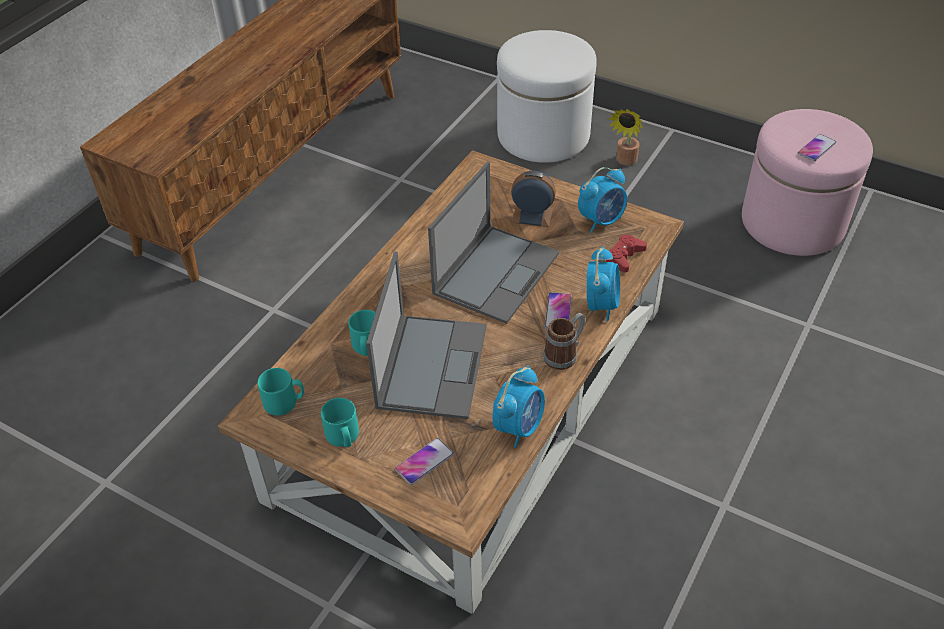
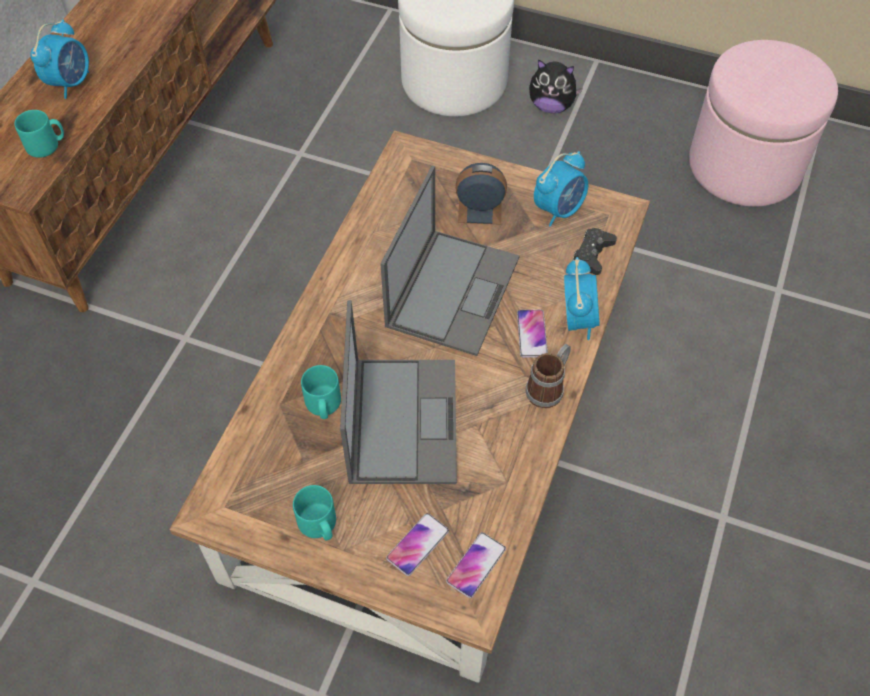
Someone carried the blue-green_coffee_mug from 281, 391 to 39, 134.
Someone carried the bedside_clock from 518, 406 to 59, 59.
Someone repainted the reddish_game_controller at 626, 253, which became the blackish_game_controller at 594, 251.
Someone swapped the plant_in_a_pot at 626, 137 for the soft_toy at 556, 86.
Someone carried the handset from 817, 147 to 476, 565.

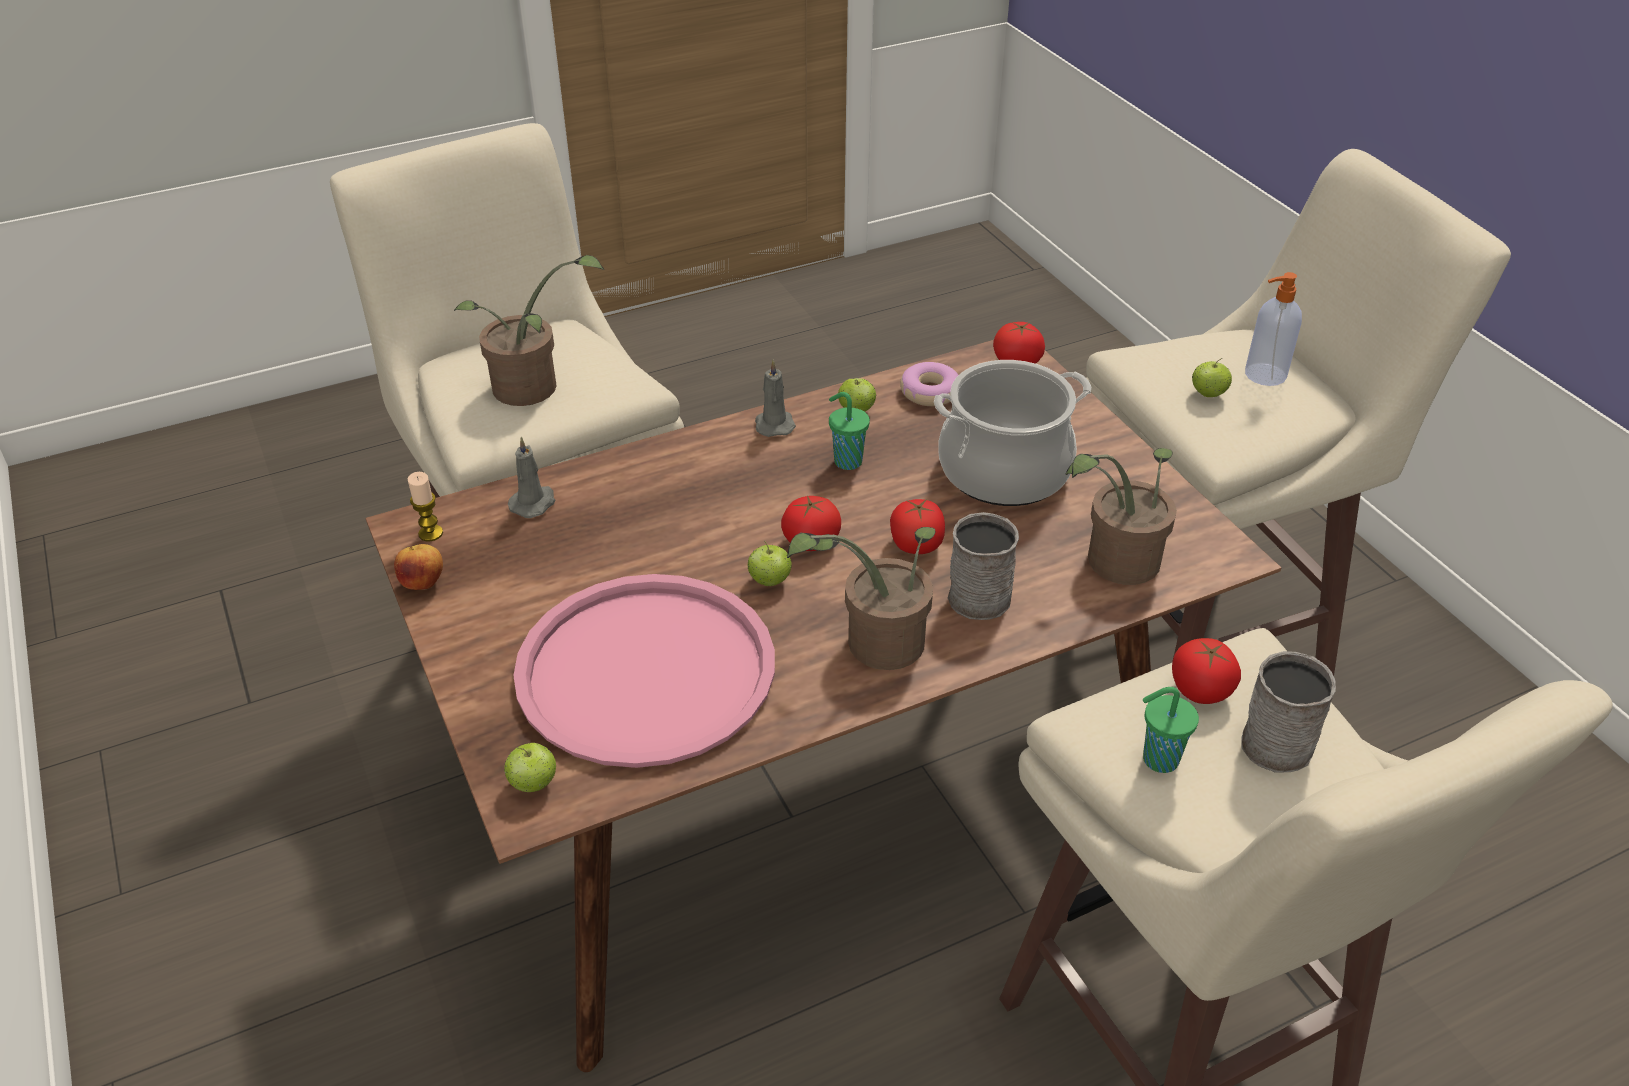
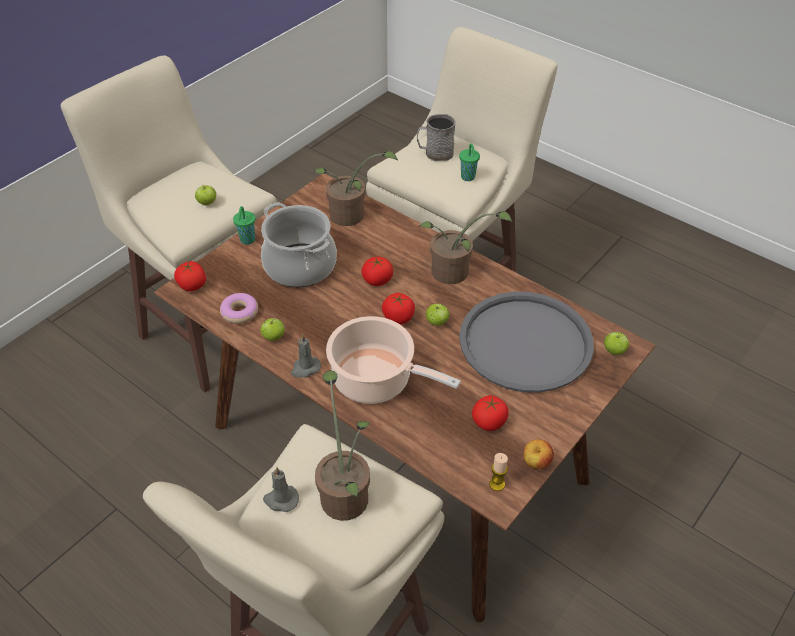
Someone carried the greyish_wax_light from 531, 477 to 281, 489.
Someone repainted the pink_tray at 644, 671, which became the greyish_tray at 526, 342.
Someone carried the green-coloured_cup from 849, 431 to 244, 225.
Someone took away the greyish_coffee_mug at 983, 566.
Someone carried the fresh_tomato from 1206, 671 to 490, 413.
Someone took away the soap_dispenser at 1273, 329.
Someone put down the cooking_pot at 393, 360.

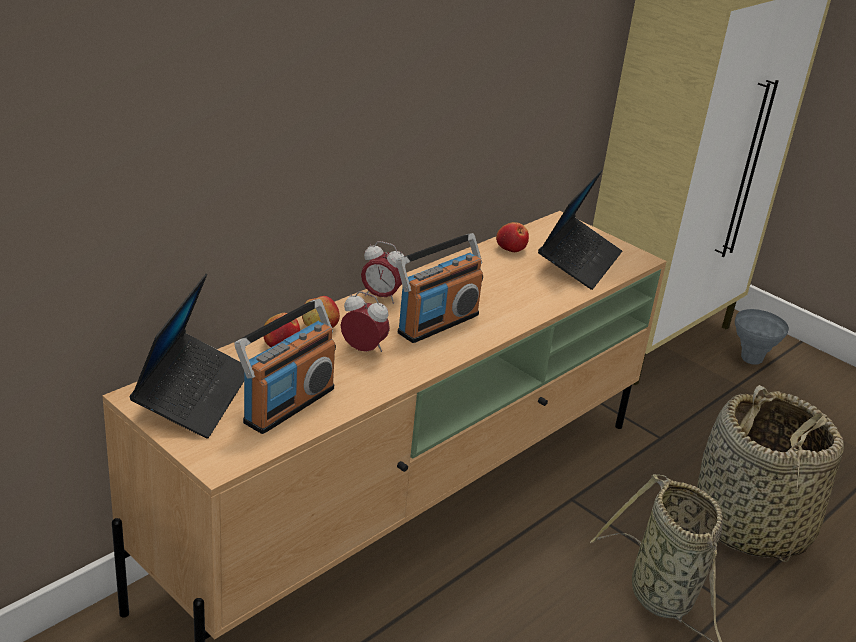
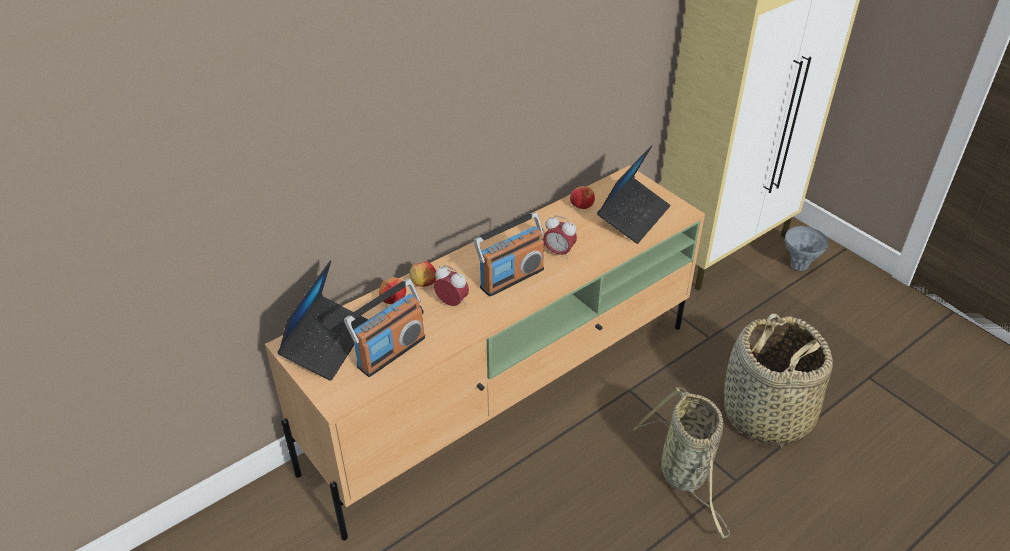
Someone carried the bedside_clock from 382, 272 to 560, 237.

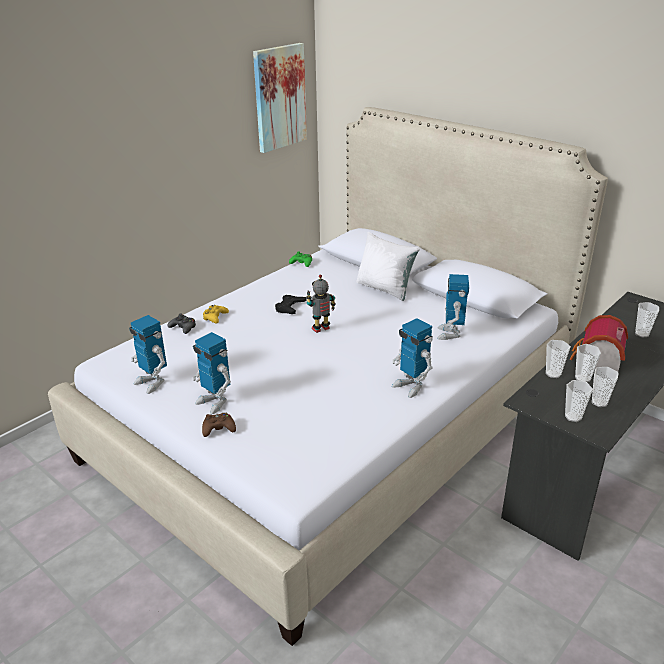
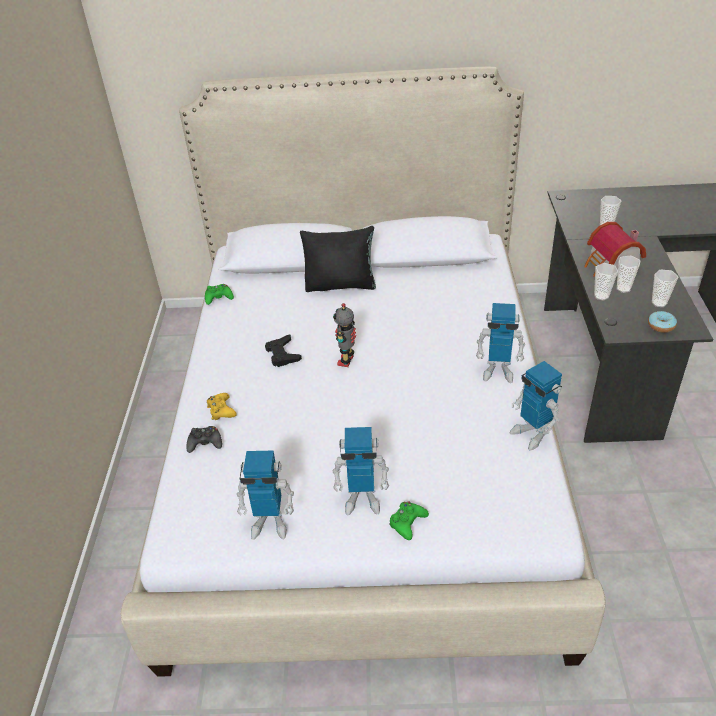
Someone repainted the brownish_game_controller at 219, 425, which became the green-coloured_game_controller at 409, 520.
Someone took away the wall_picture at 280, 98.
Someone repainted the white_throw_pillow at 388, 266, which became the blackish_throw_pillow at 338, 259.
Someone carried the toy_robot from 453, 307 to 535, 405.
Someone swapped the cup at 579, 401 for the ring_doughnut at 662, 322.

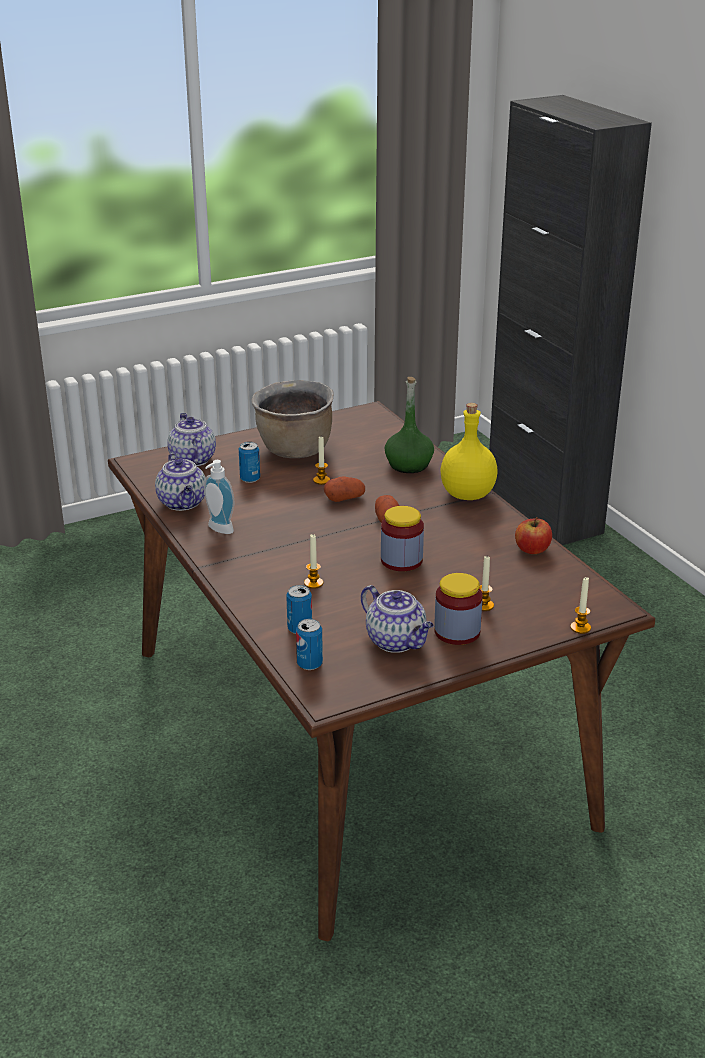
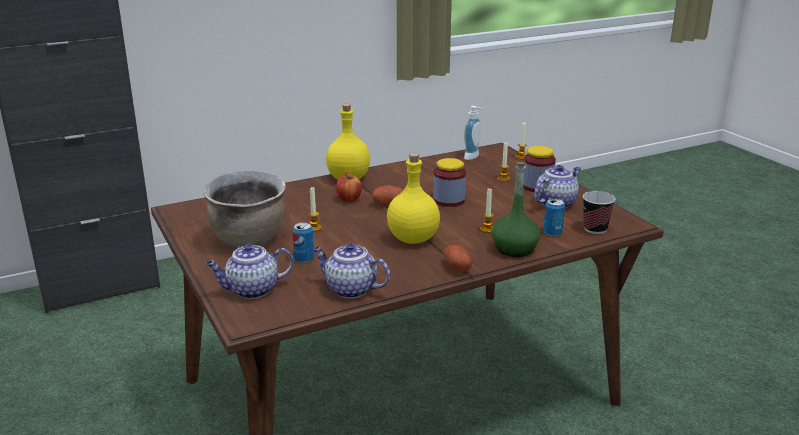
Someone rotated the teapot at 180, 482 by 135 degrees counterclockwise.
Someone carried the soap_dispenser from 219, 497 to 473, 133.
Someone swapped the can at 309, 644 for the cup at 599, 212.
Someone carried the spud from 344, 489 to 458, 258.
Someone carried the green-coloured_drink_bottle from 409, 425 to 516, 209.
Someone carried the whole_apple from 533, 535 to 349, 188.
Someone put down the yellow-coloured_drink_bottle at 413, 198.

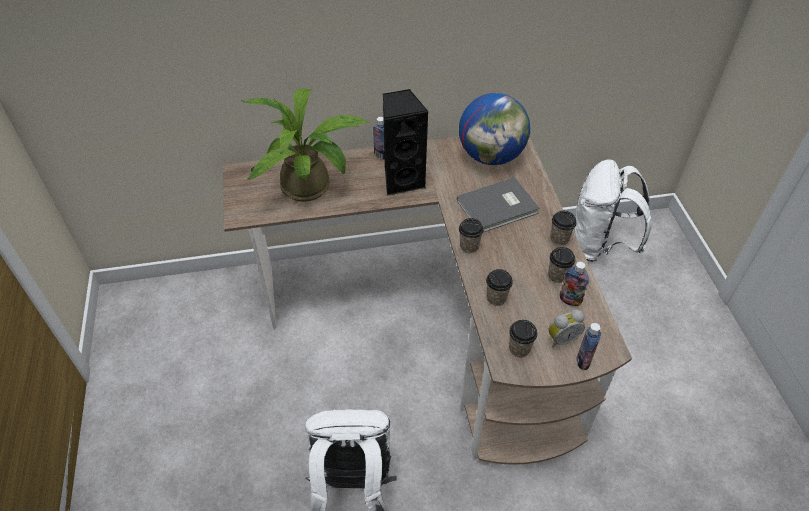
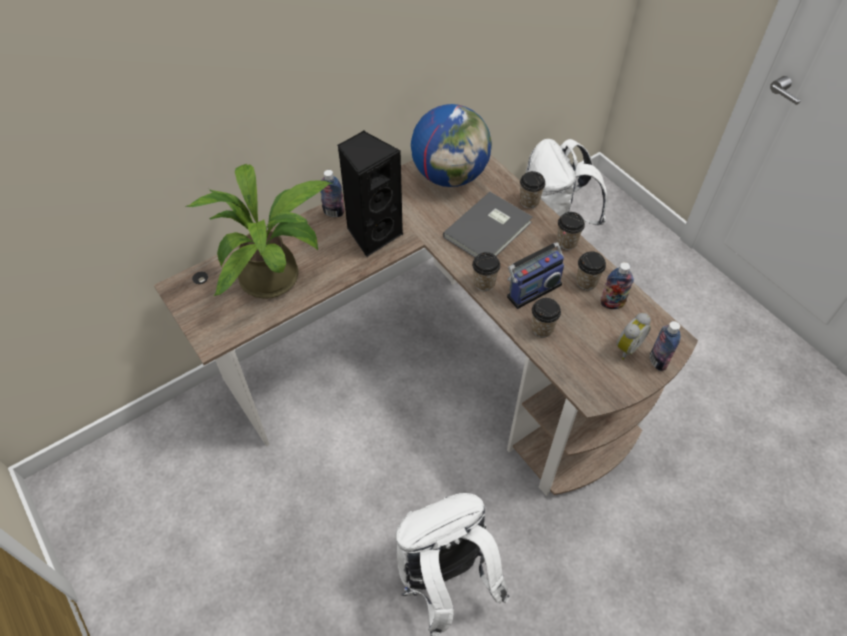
Someone carried the cup from 523, 338 to 533, 190.
Someone put down the radio_set at 536, 270.

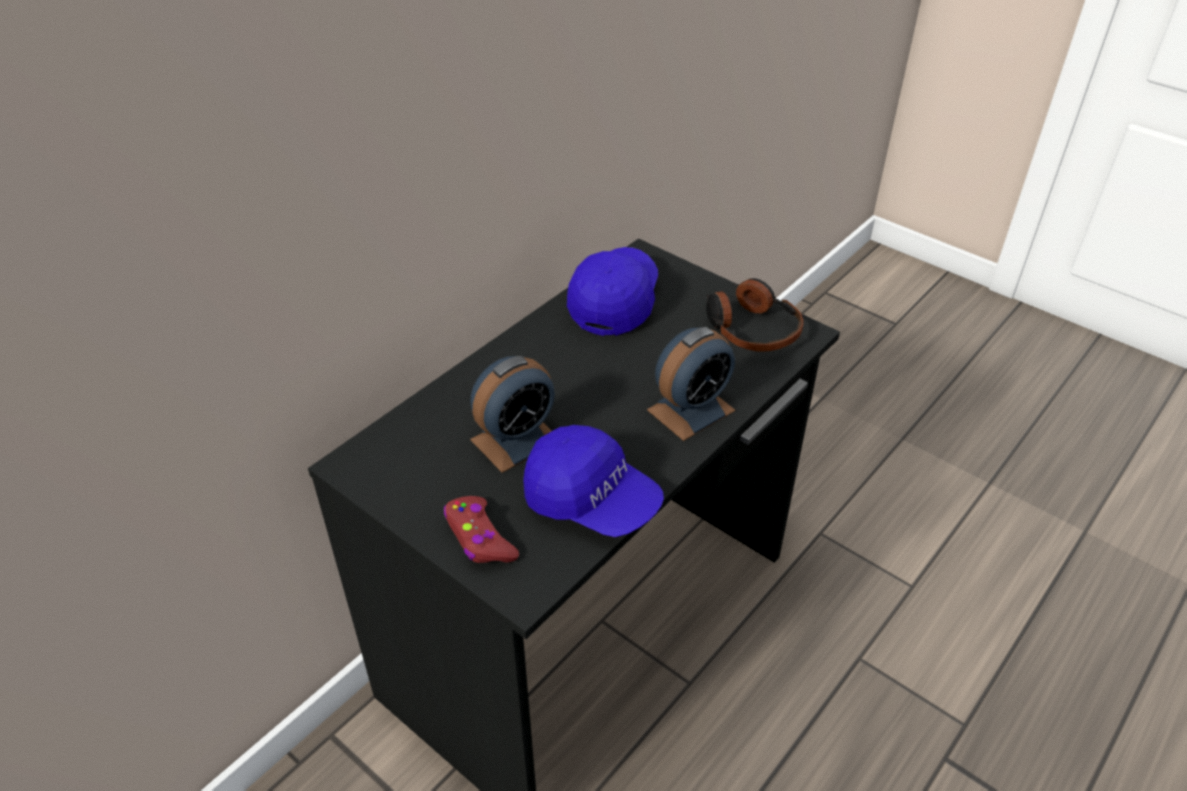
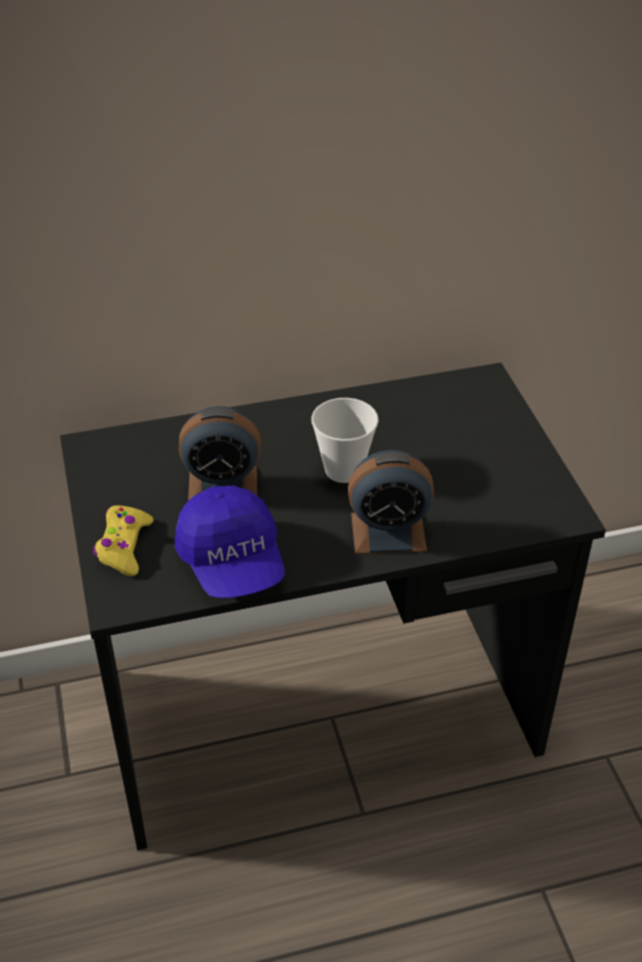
Someone repainted the reddish_game_controller at 481, 529, which became the yellow-coloured_game_controller at 123, 540.
Someone took away the bluish_cap at 612, 291.
Someone took away the headphones at 754, 315.
Someone put down the cup at 345, 440.

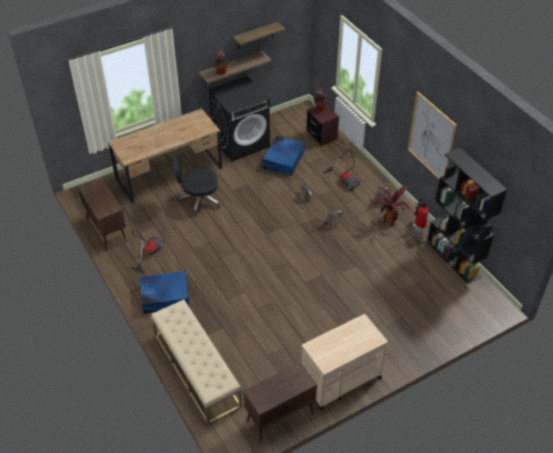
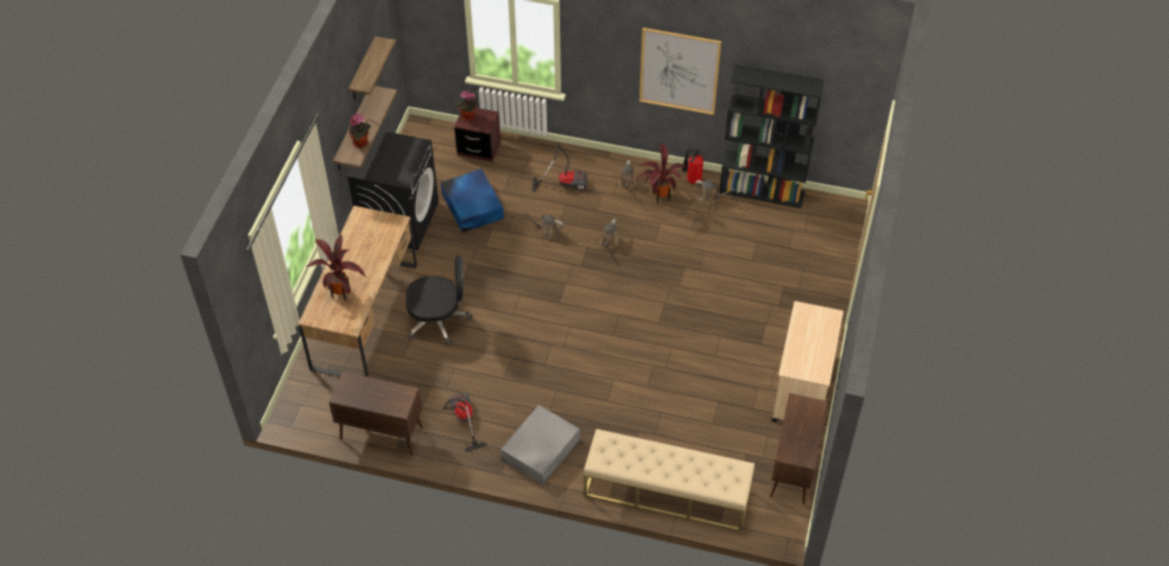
Someone repainted the bluish_storage_box at 165, 292, which became the greyish_storage_box at 540, 445.
Someone rotated the blackish_office_chair at 197, 184 by 135 degrees counterclockwise.
Someone put down the plant_in_a_pot at 337, 267.

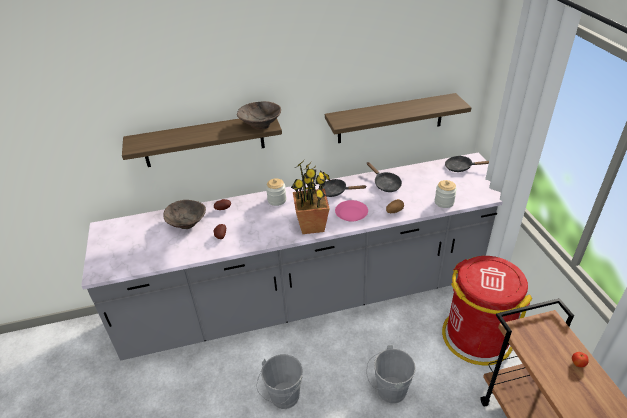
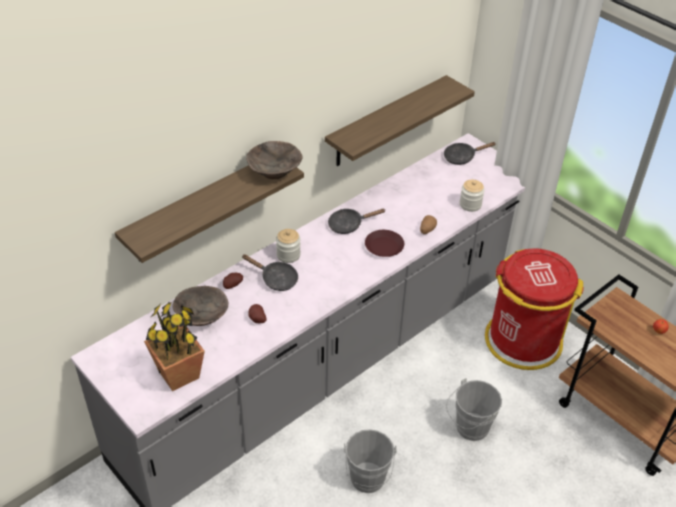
Someone carried the plant_in_a_pot from 311, 197 to 174, 346.
Someone repainted the pink_dinner_plate at 351, 211, which became the brownish_dinner_plate at 384, 243.
Someone carried the blackish_pan from 384, 177 to 270, 272.

